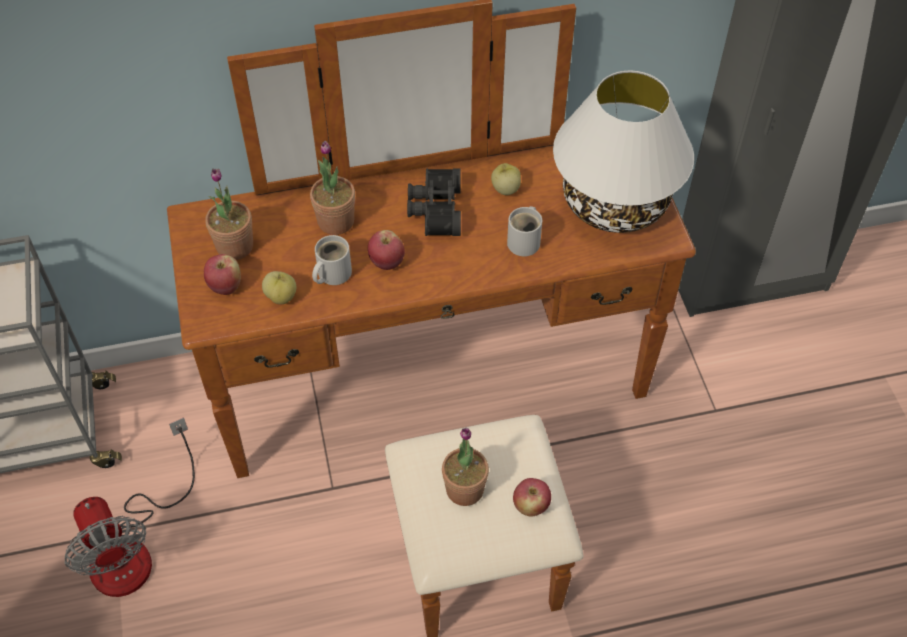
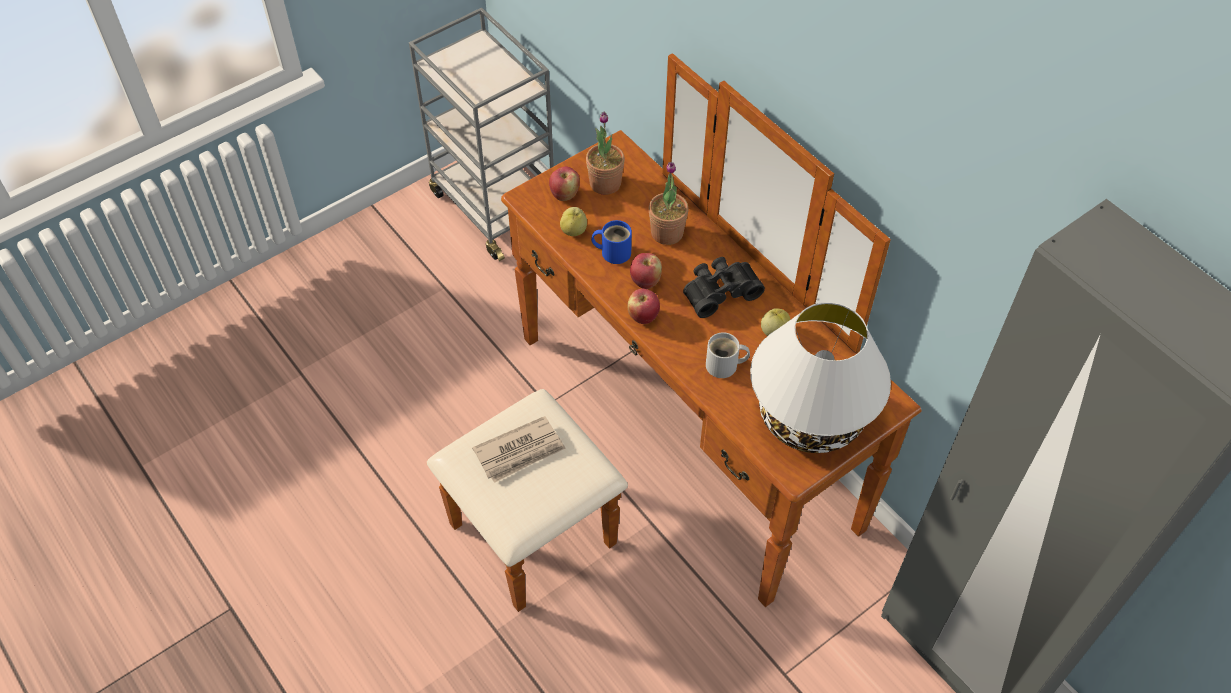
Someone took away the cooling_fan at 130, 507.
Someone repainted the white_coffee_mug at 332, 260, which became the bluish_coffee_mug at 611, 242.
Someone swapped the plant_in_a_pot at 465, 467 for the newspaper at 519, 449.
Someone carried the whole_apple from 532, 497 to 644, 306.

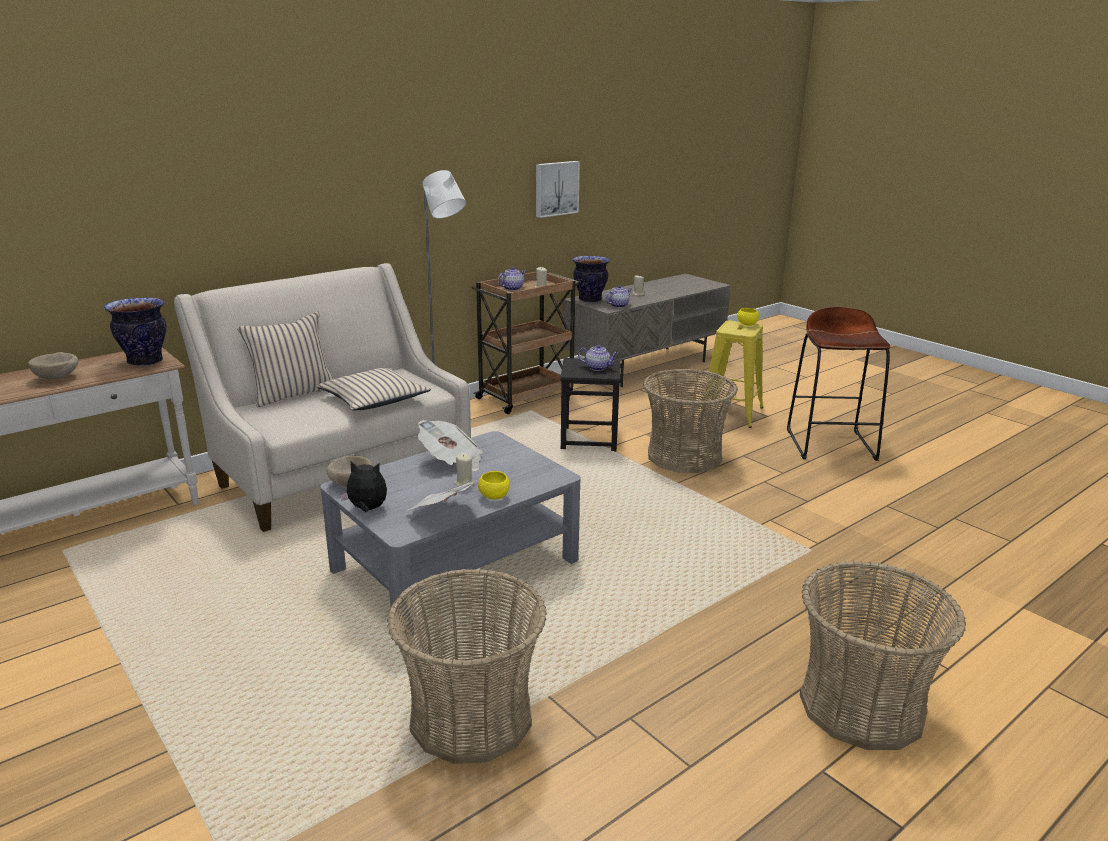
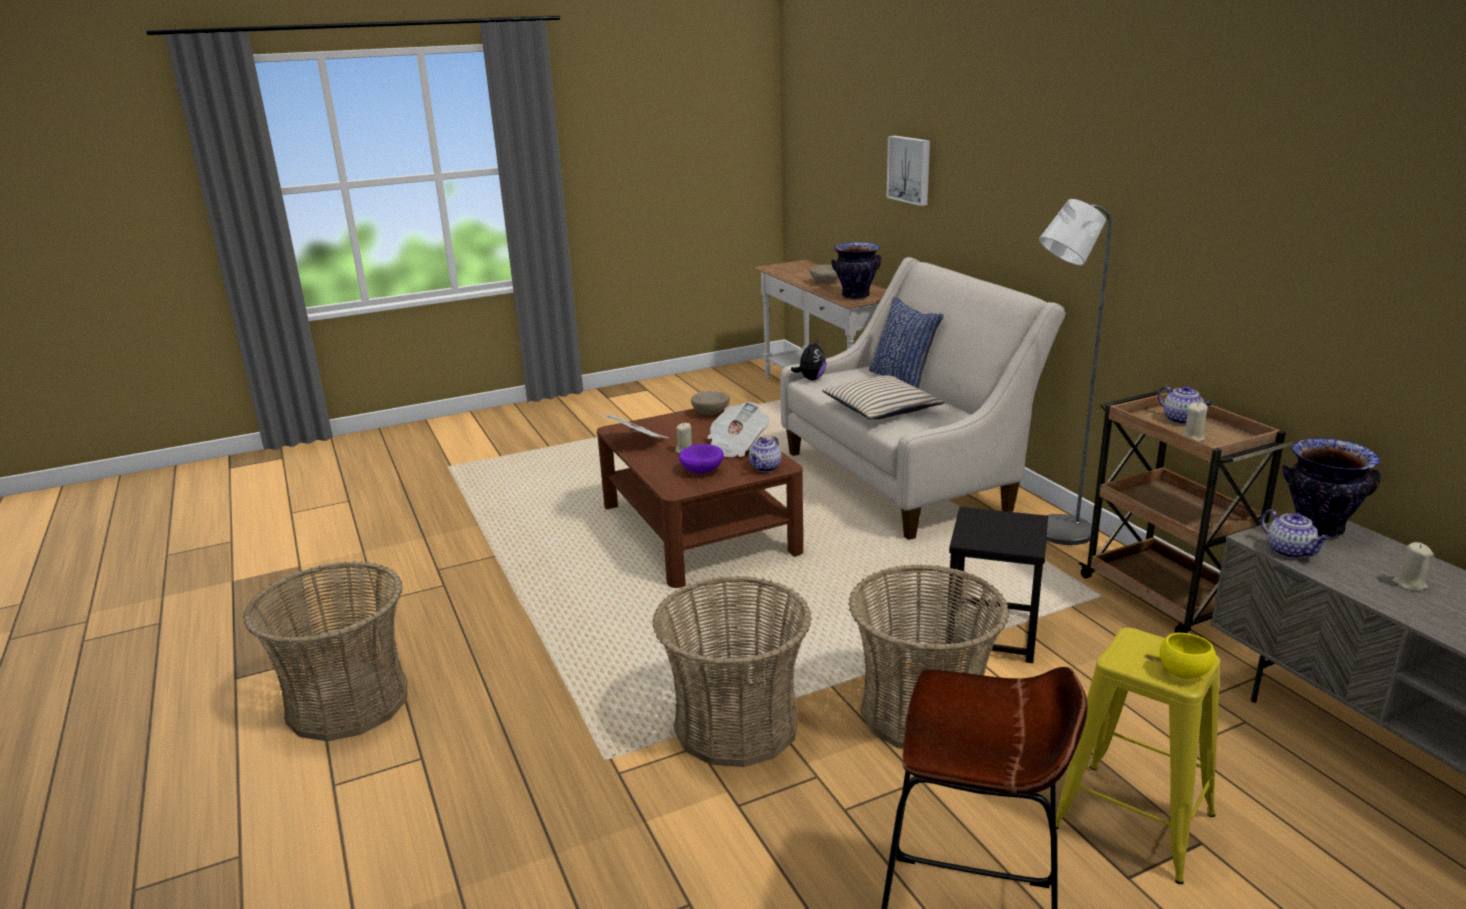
Someone repainted the beige-coloured_throw_pillow at 285, 359, which became the bluish_throw_pillow at 906, 343.
Someone repainted the greyish_coffee_table at 450, 533, which became the brownish_coffee_table at 700, 498.
Someone carried the soft_toy from 363, 486 to 808, 359.
Someone carried the storage_basket from 467, 666 to 732, 671.
Someone took away the yellow-coloured_serving_bowl at 494, 485.
Someone carried the wall_picture from 558, 189 to 908, 170.
Someone carried the teapot from 598, 358 to 765, 454.
Someone put down the purplish_serving_bowl at 701, 459.

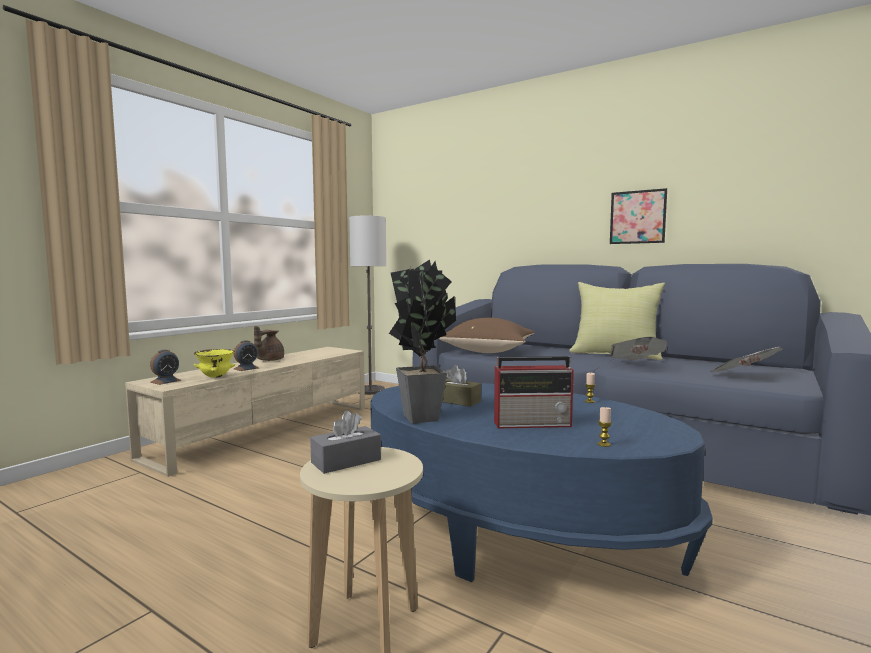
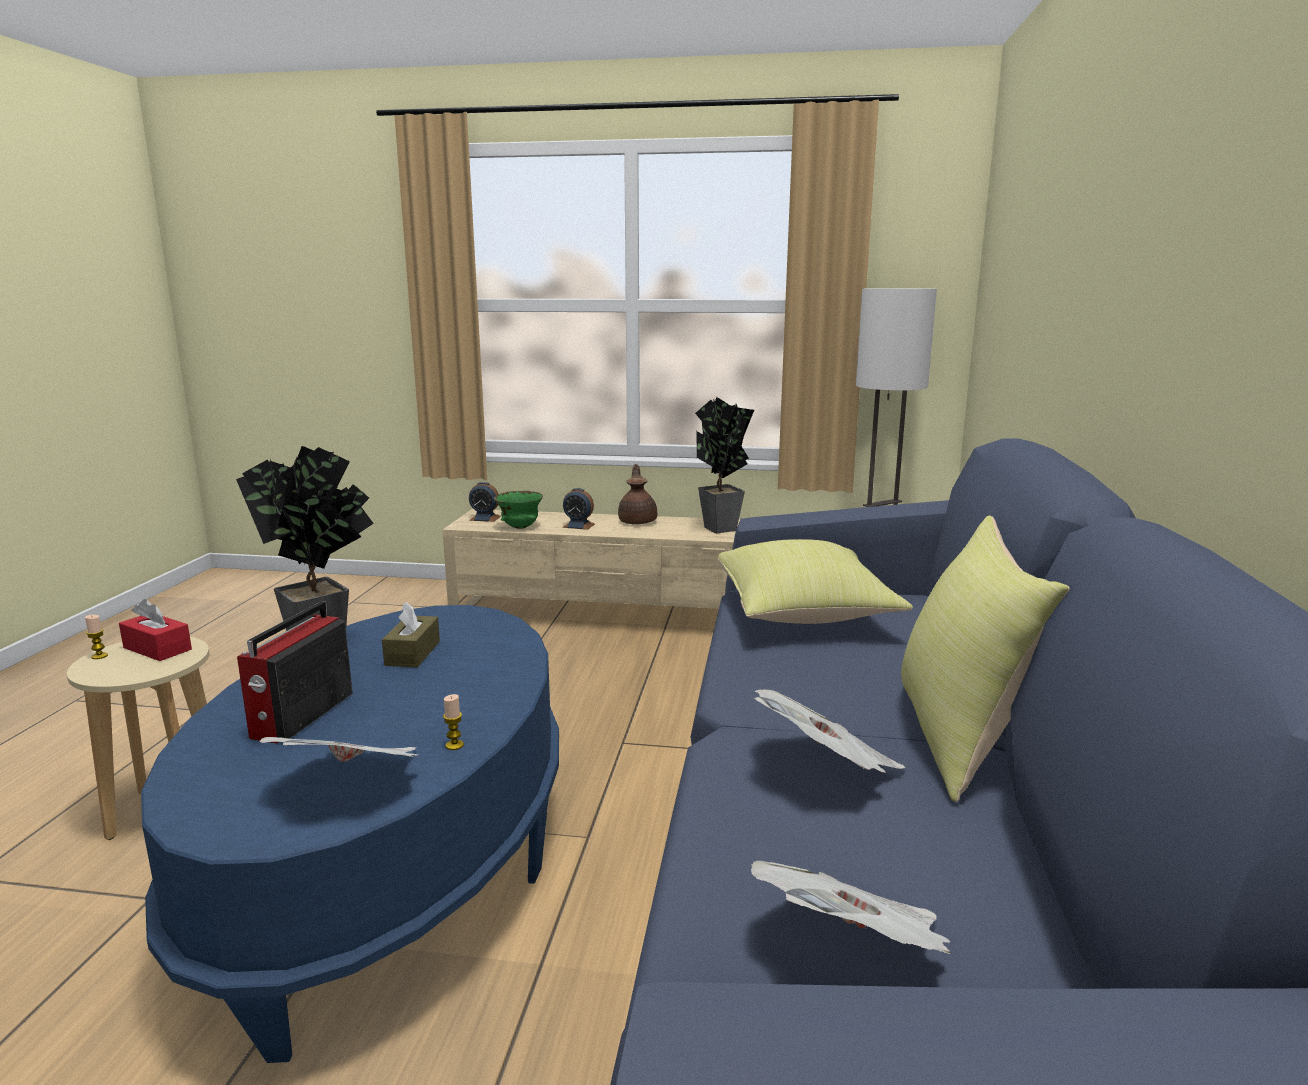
Someone repainted the yellow-coloured_serving_bowl at 214, 363, which became the green-coloured_serving_bowl at 518, 510.
Someone rotated the brownish_teapot at 269, 343 by 90 degrees clockwise.
Someone repainted the greyish_tissue_holder at 345, 442, which became the reddish_tissue_holder at 155, 630.
Someone repainted the brownish_throw_pillow at 486, 335, which became the yellow-coloured_throw_pillow at 815, 581.
Someone rotated the radio_set at 534, 392 by 45 degrees clockwise.
Someone carried the wax_light from 604, 427 to 96, 637.
Someone took away the wall_picture at 638, 216.
Someone put down the newspaper at 339, 749.
Someone put down the plant_in_a_pot at 724, 465.

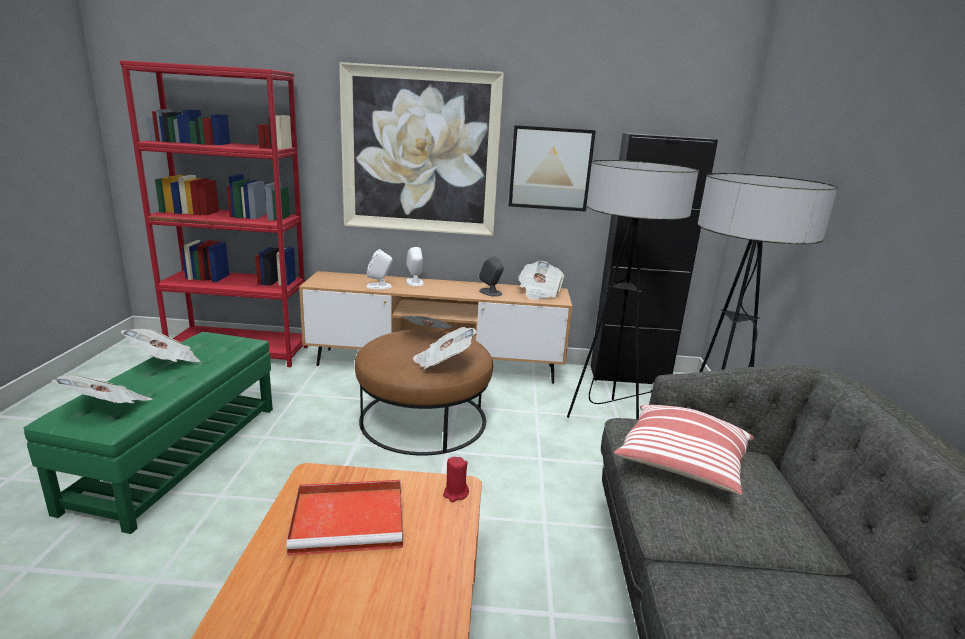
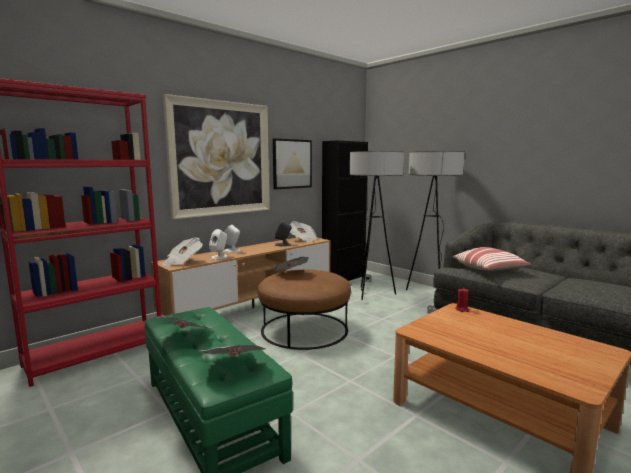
Someone took away the reddish_tray at 344, 518.
Someone carried the newspaper from 445, 348 to 182, 252.

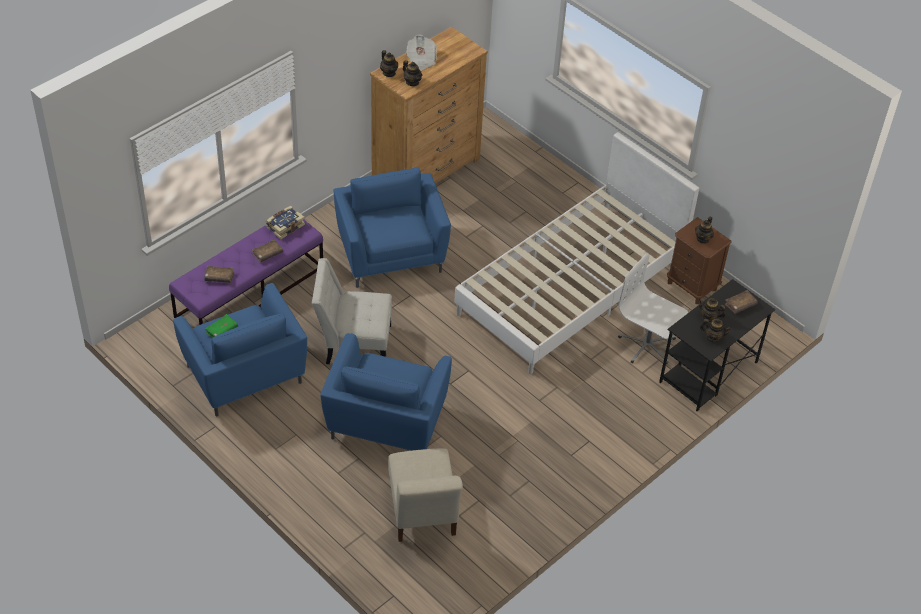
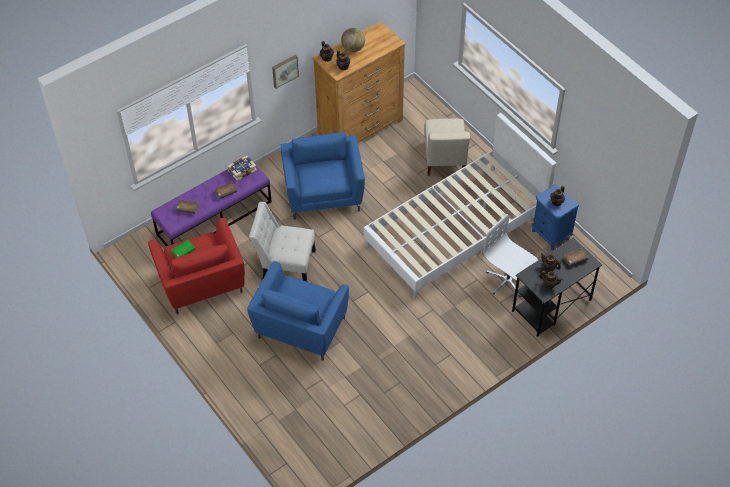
Someone repainted the bluish_lounge_chair at 240, 349, which became the reddish_lounge_chair at 196, 265.
Someone carried the beige-coloured_upright_chair from 425, 495 to 447, 147.
Someone swapped the newspaper at 421, 53 for the world_globe at 353, 40.
Someone repainted the brownish_nightstand at 699, 260, which became the bluish_nightstand at 555, 217.
Someone put up the wall_picture at 285, 72.

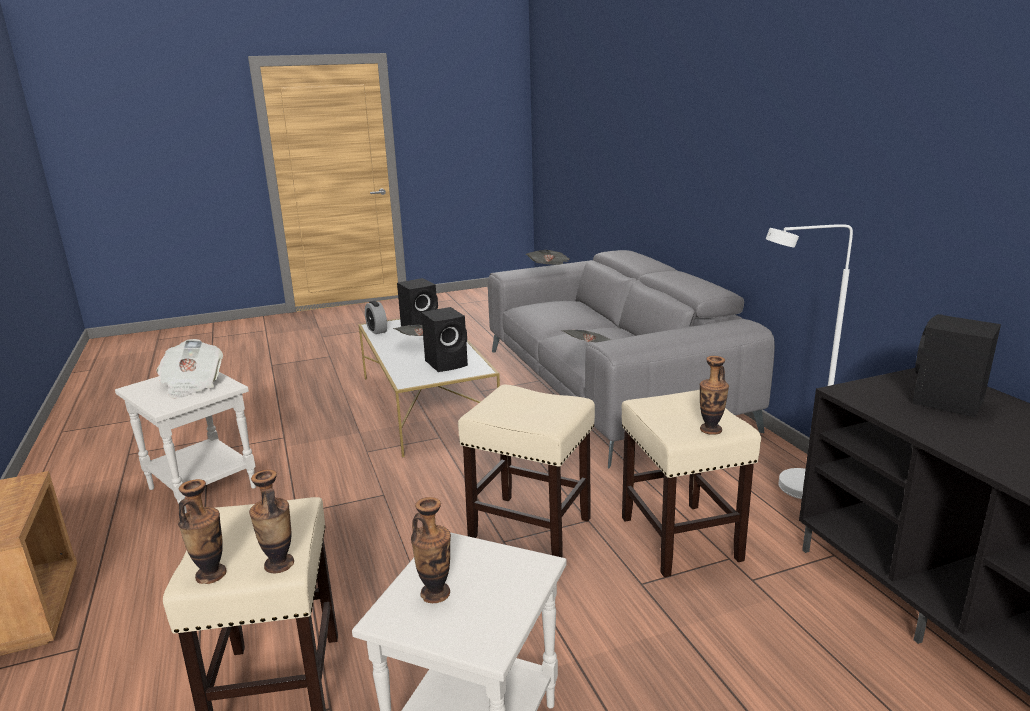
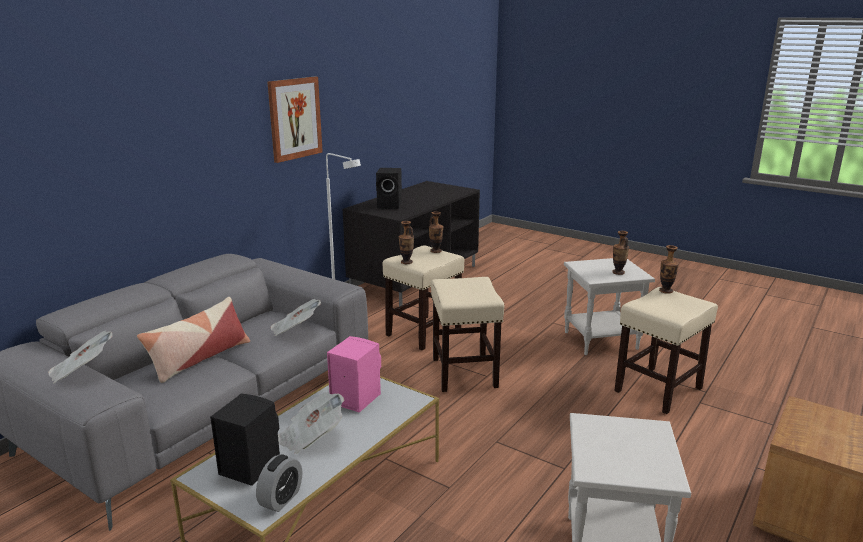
Someone took away the newspaper at 189, 369.
Someone carried the vase from 202, 531 to 406, 242.
Someone repainted the blackish_loudspeaker at 444, 339, which became the pink_loudspeaker at 354, 374.
Someone put down the throw_pillow at 193, 340.
Someone put up the wall_picture at 295, 120.

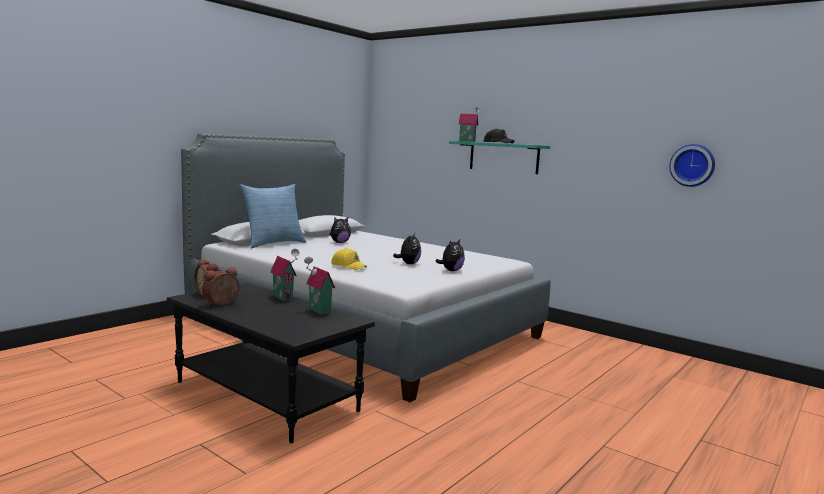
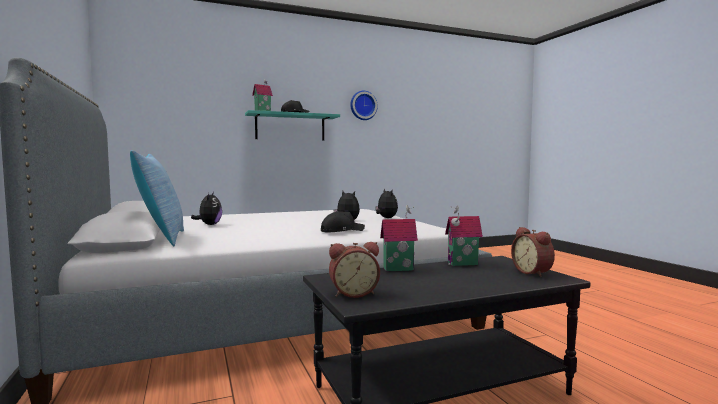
Someone carried the bedside_clock from 220, 286 to 533, 252.
Someone repainted the yellow-coloured_cap at 349, 259, which became the blackish_cap at 343, 221.
Someone carried the hanging_clock from 692, 165 to 364, 105.

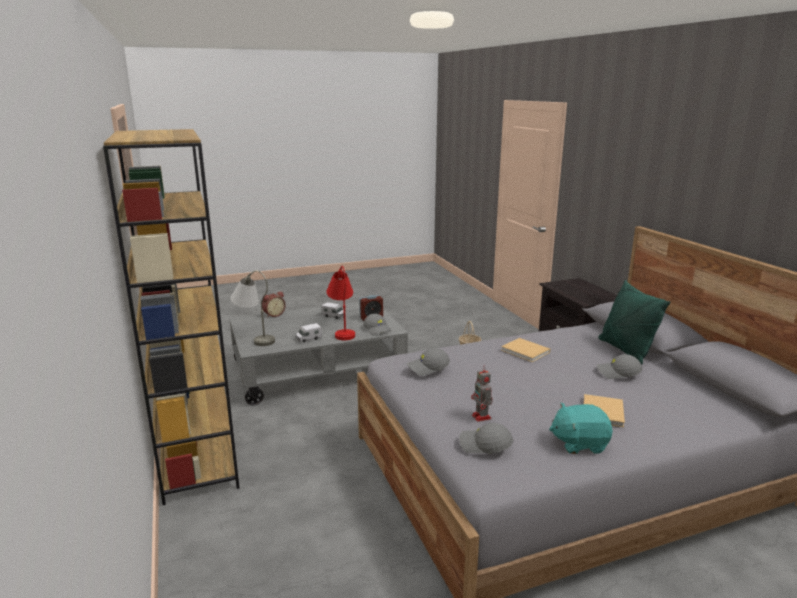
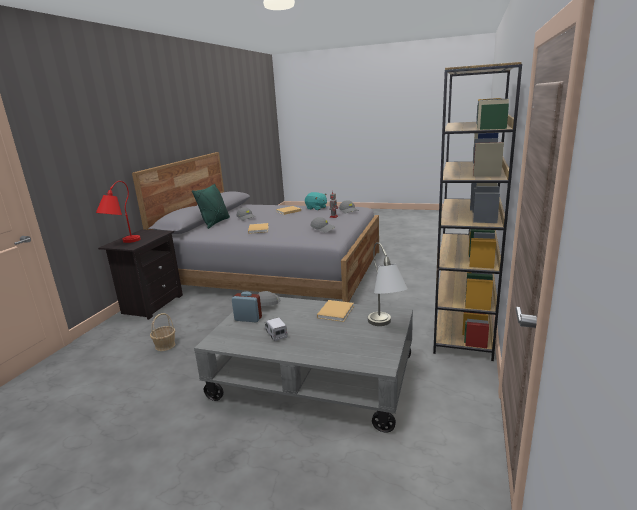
Someone took away the bedside_clock at 274, 305.
Someone swapped the toy_truck at 308, 333 for the beige-coloured_bound_book at 335, 311.
Someone carried the reddish_tabletop_lamp from 340, 303 to 118, 212.

